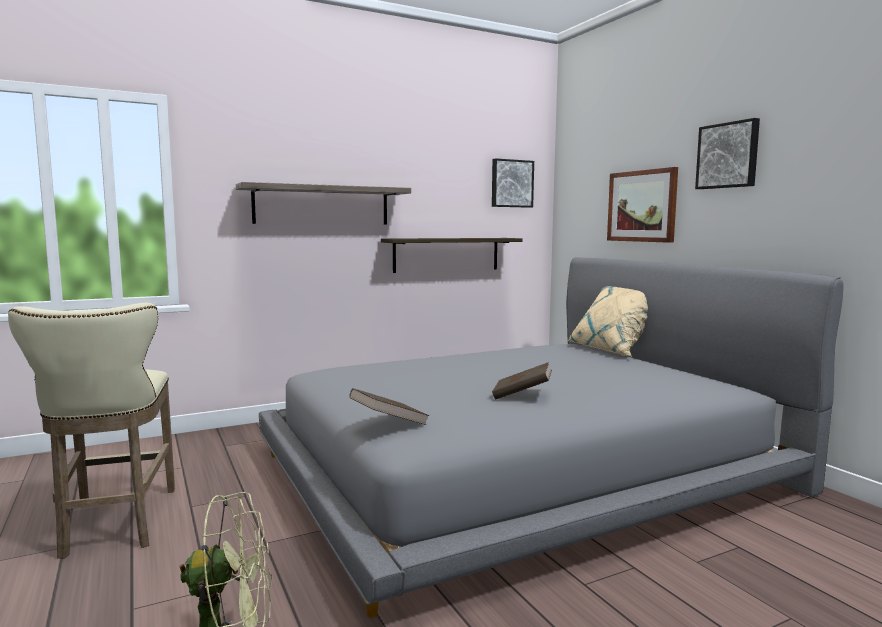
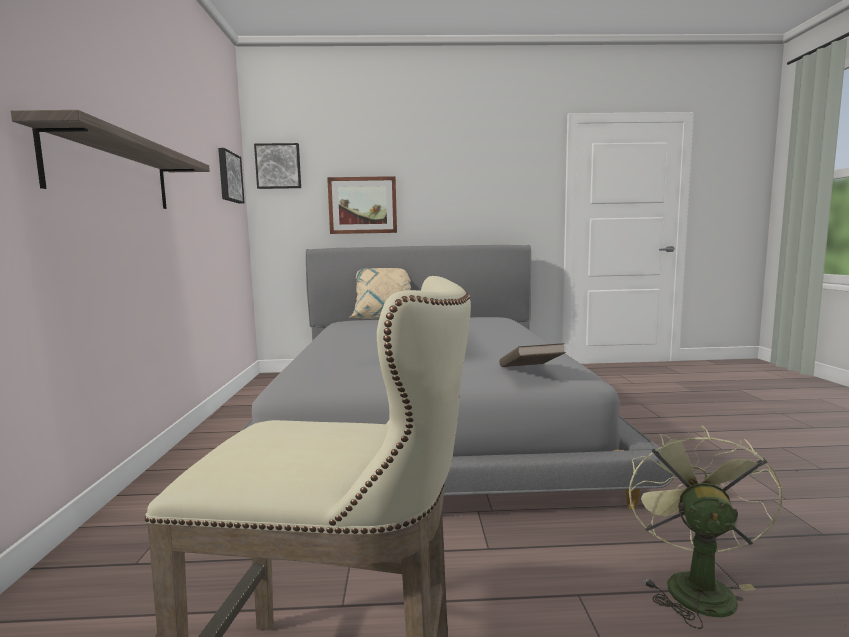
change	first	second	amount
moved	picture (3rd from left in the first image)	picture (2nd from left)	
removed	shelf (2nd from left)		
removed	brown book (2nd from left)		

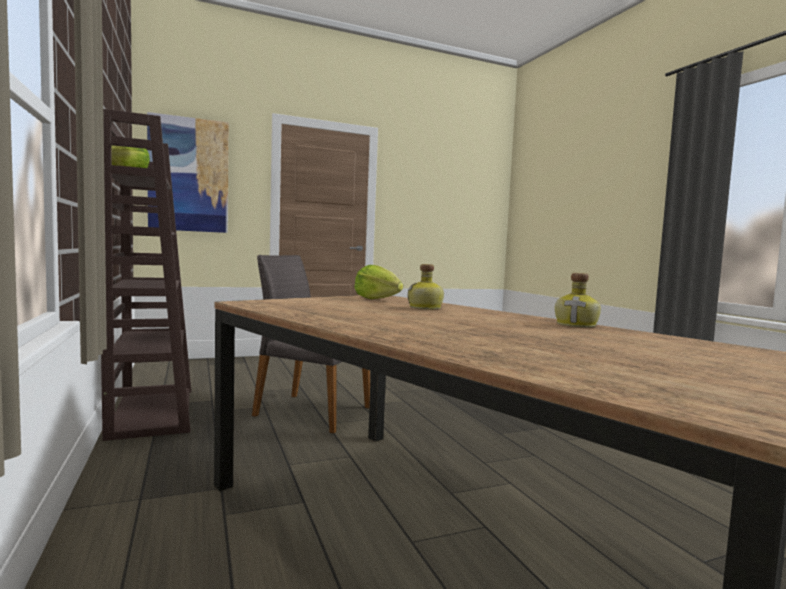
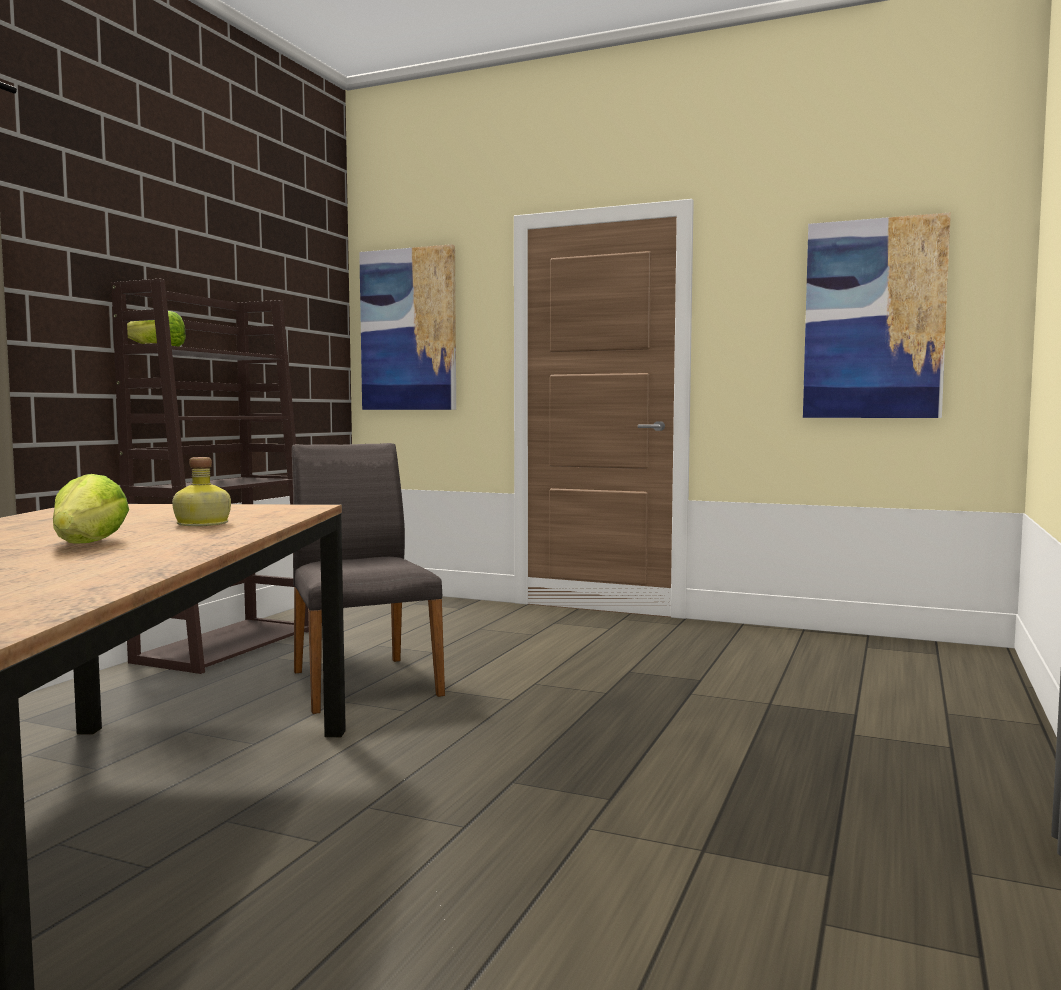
change	first	second	amount
moved	lettuce (2nd from left in the first image)	lettuce (1st from left)	
added		picture (2nd from left)	
removed	bottle (2nd from left)		

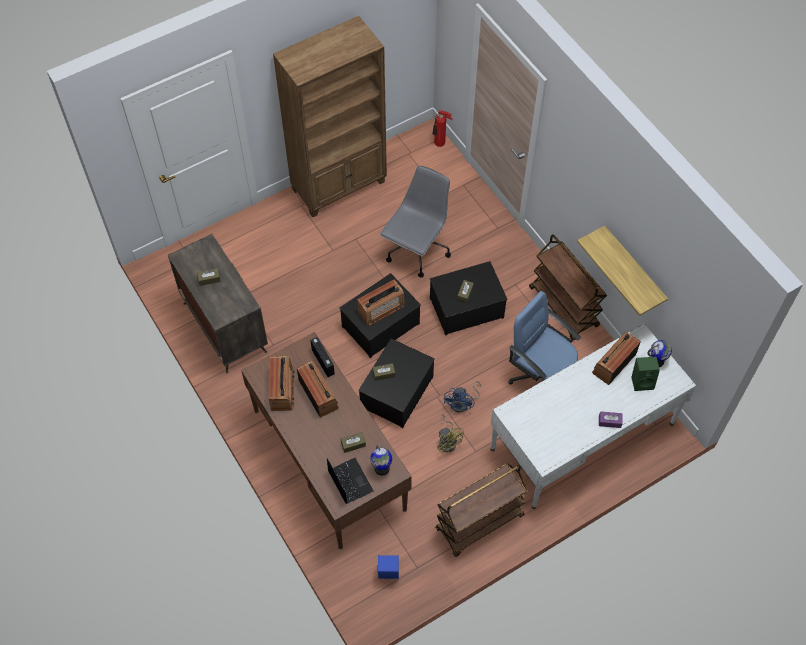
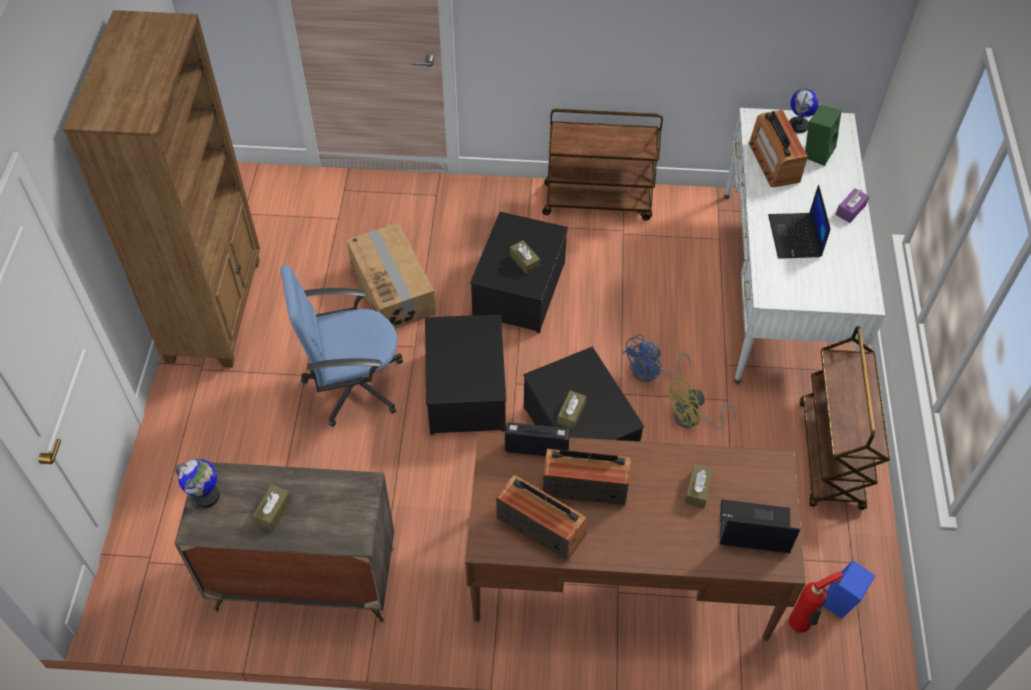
change	first	second	amount
moved	globe (1st from left)		
moved	blue office chair		
replaced	grey office chair	cardboard box	
turned	blue fan		90 degrees clockwise
turned	yellow fan		150 degrees clockwise
added		laptop (2nd from left)	
moved	fire extinguisher		
removed	radio (4th from left)		
removed	shelf		

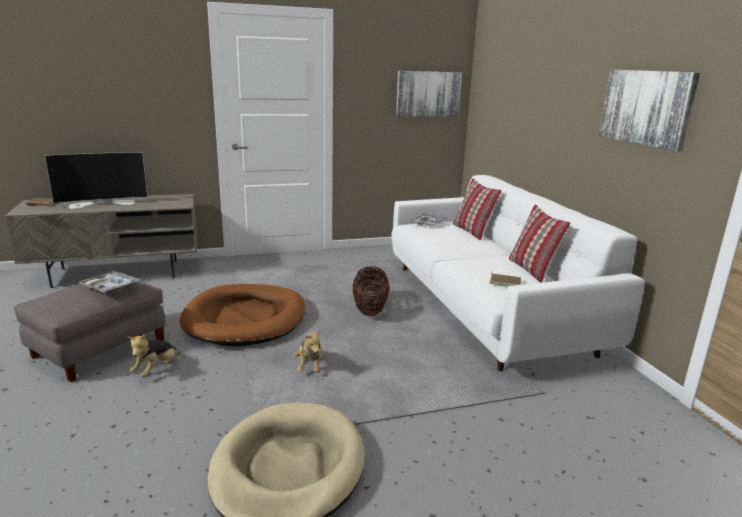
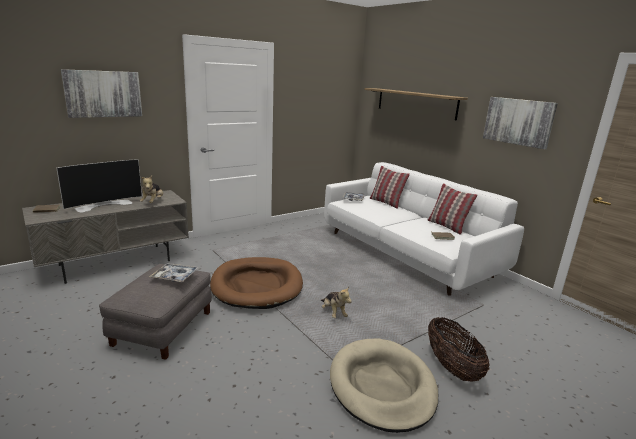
change	first	second	amount
moved	picture (1st from left)		
moved	plush toy (1st from left)		
added		shelf	
moved	basket		

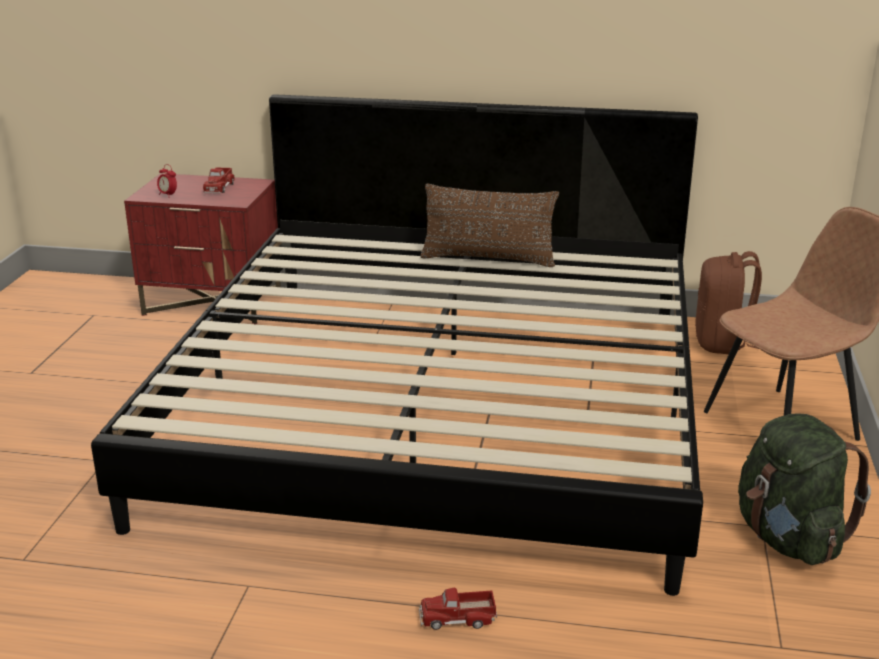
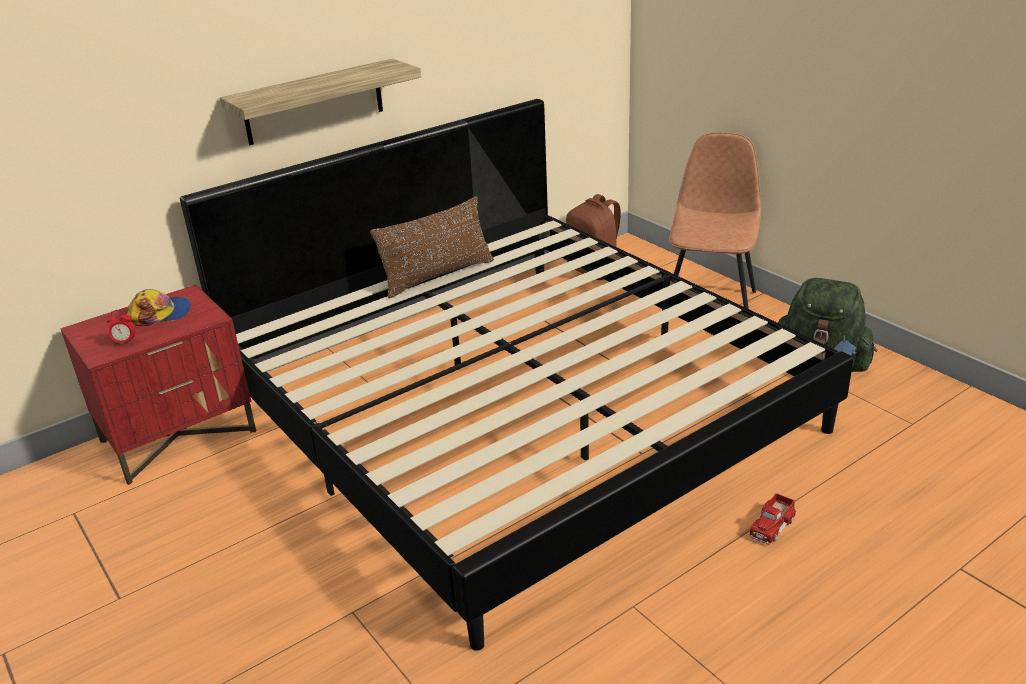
change	first	second	amount
replaced	toy truck (1st from left)	cap	
added		shelf	

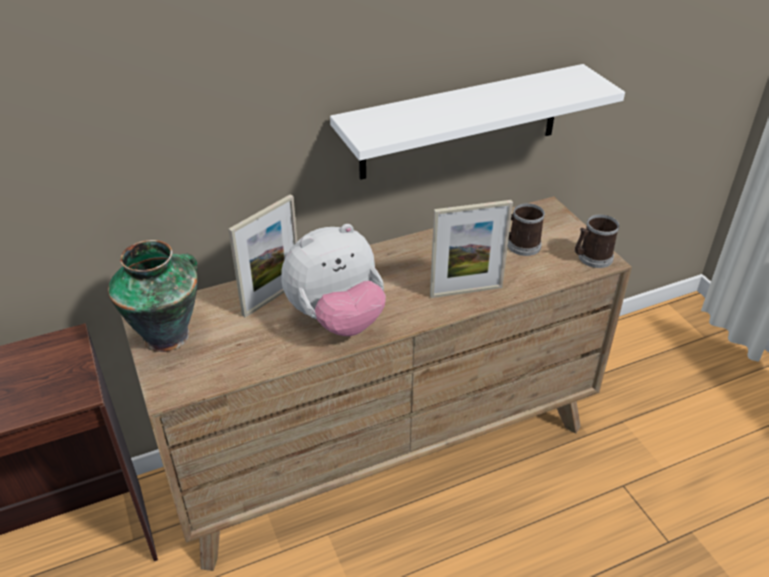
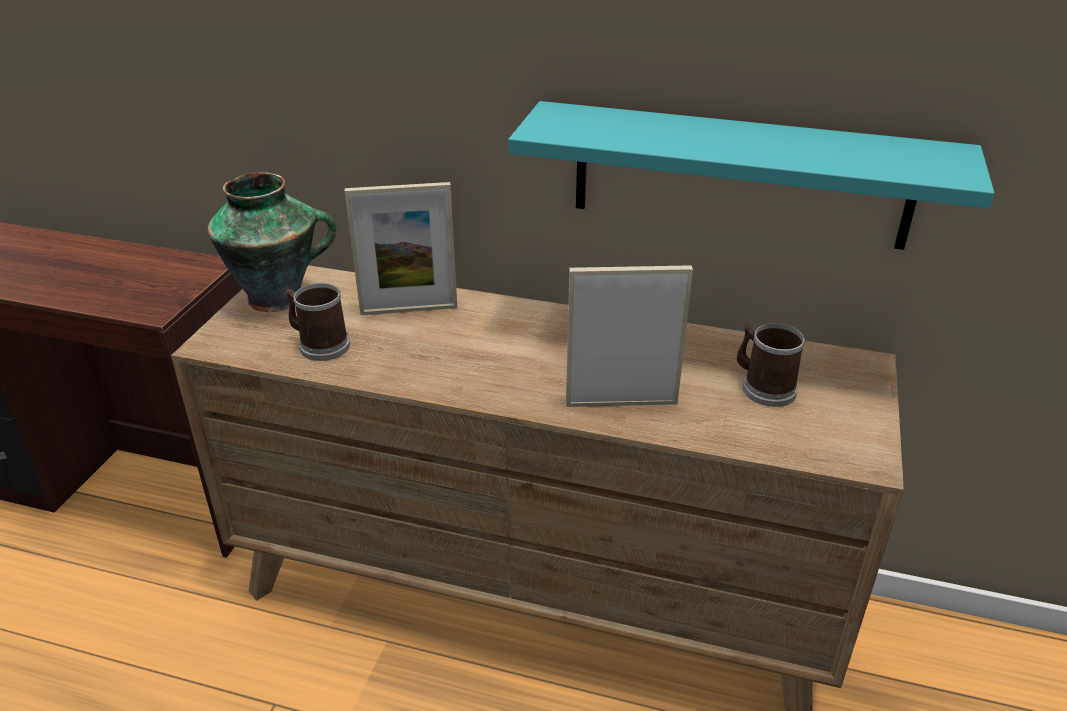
change	first	second	amount
moved	mug (2nd from left in the first image)	mug (1st from left)	
recoloured	white shelf	turquoise shelf	
turned	picture frame (2nd from left)		150 degrees clockwise
removed	plush toy		

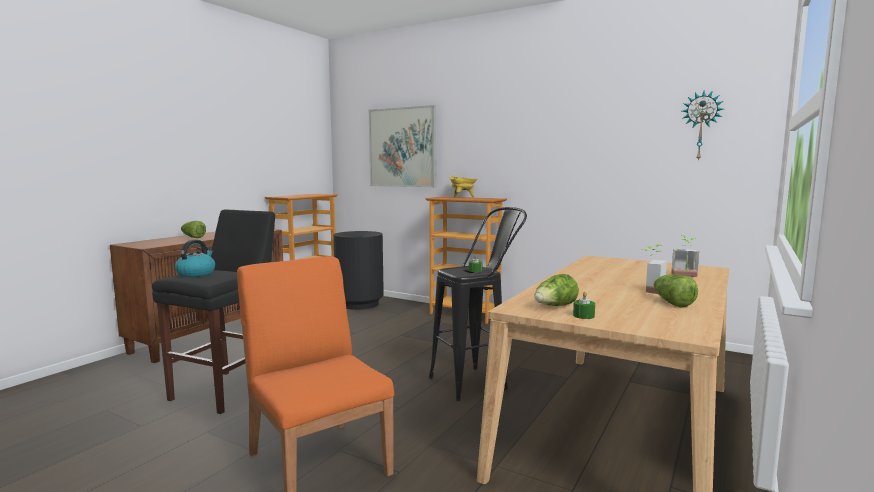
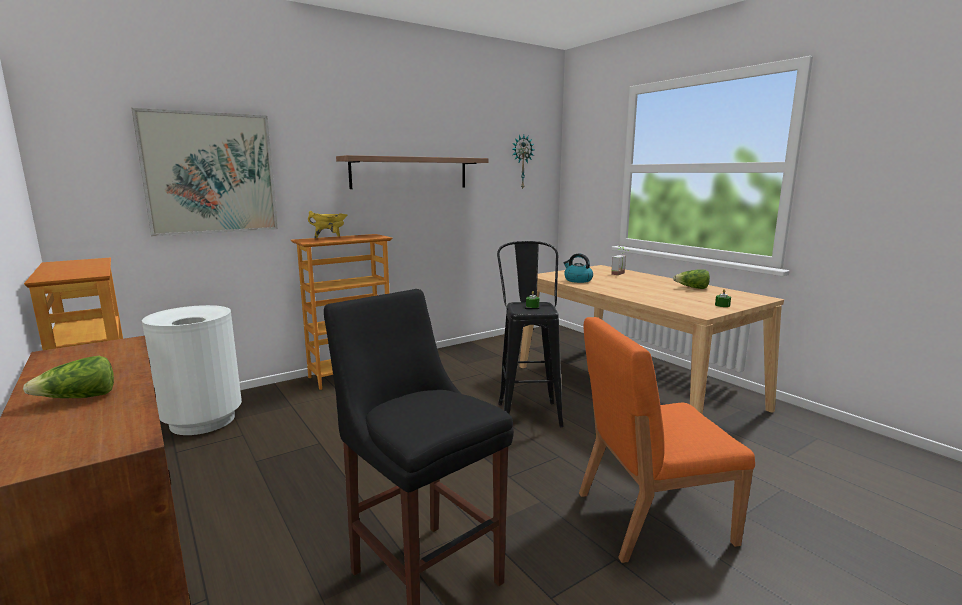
change	first	second	amount
recoloured	black trash can	white trash can	
added		shelf	
moved	kettle		
removed	lettuce (2nd from left)		
removed	potted plant (1st from left)		

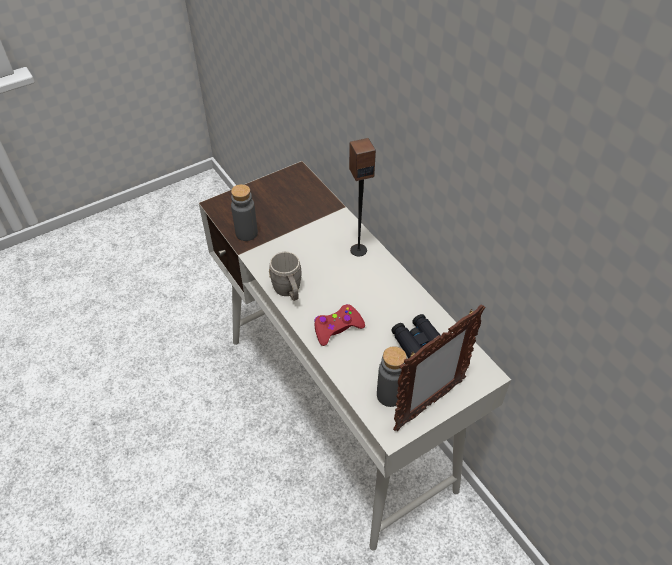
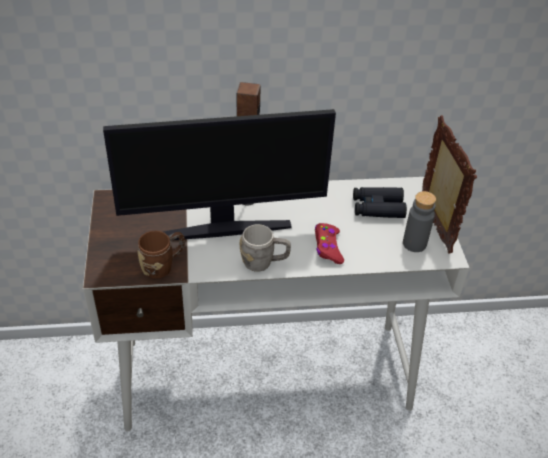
change	first	second	amount
added		monitor	
replaced	grey bottle (1st from left)	brown mug	

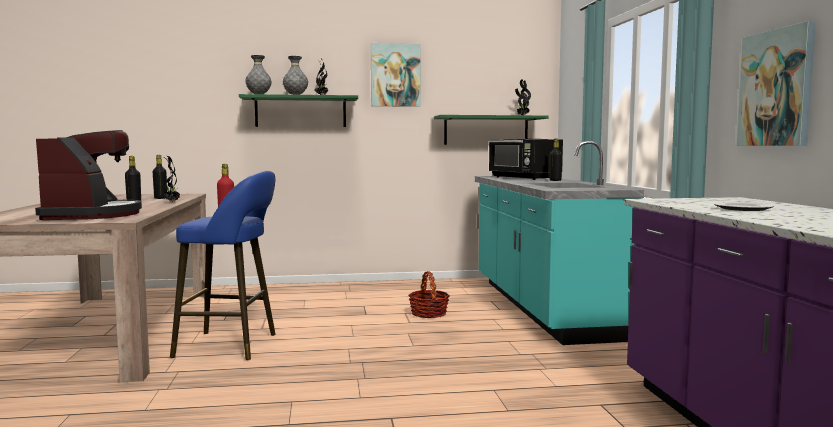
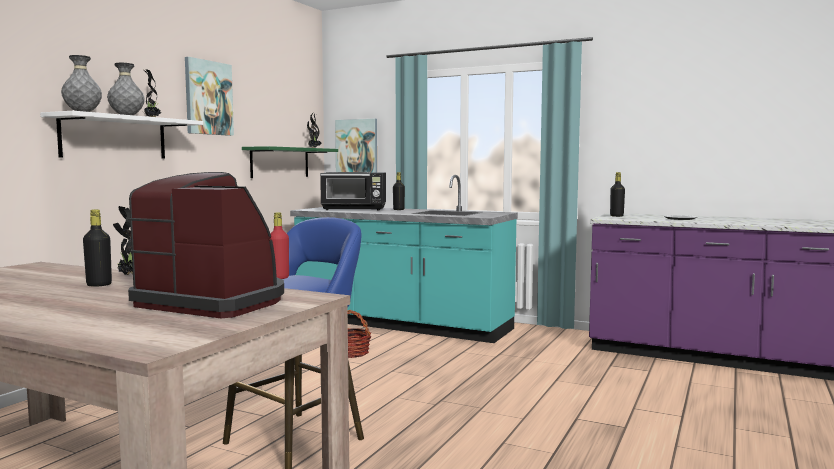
change	first	second	amount
recoloured	green shelf (1st from left)	white shelf	
moved	picture (2nd from left)		
moved	black bottle (2nd from left in the first image)	black bottle (3rd from left)	

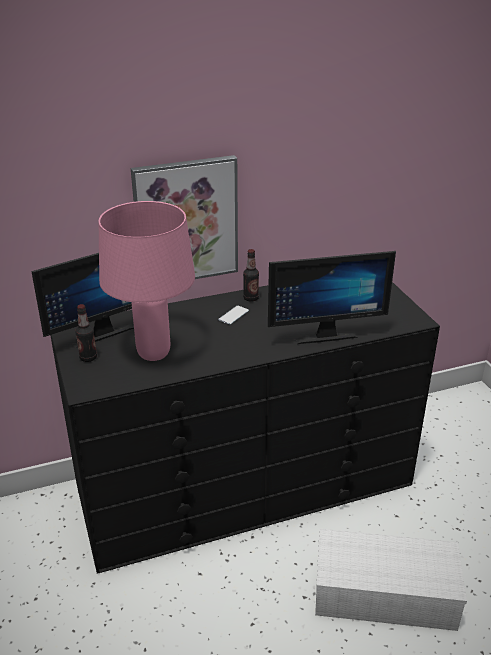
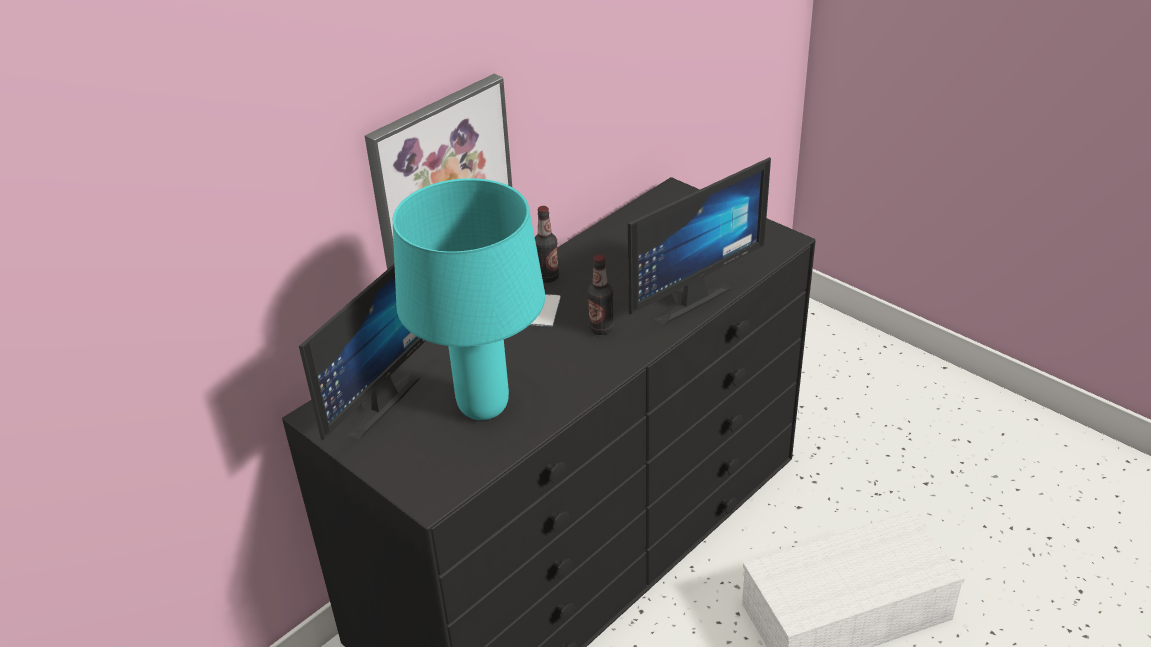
change	first	second	amount
recoloured	pink table lamp	turquoise table lamp	
moved	bottle (1st from left in the first image)	bottle (2nd from left)	

